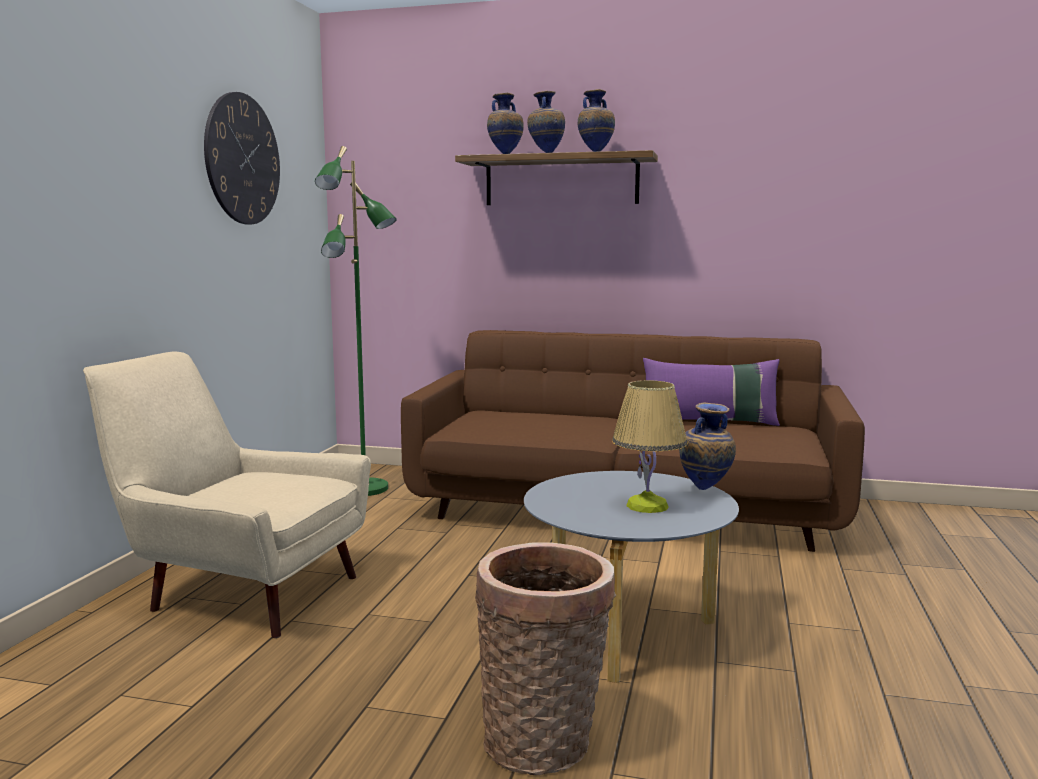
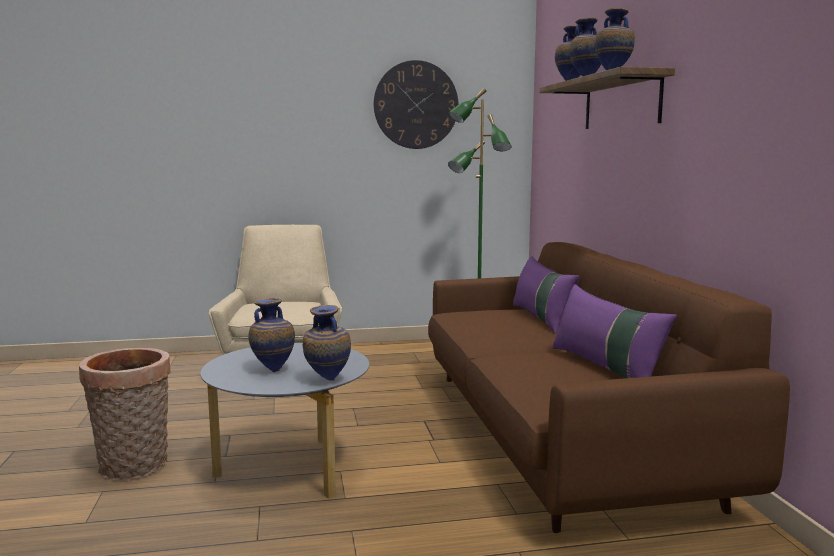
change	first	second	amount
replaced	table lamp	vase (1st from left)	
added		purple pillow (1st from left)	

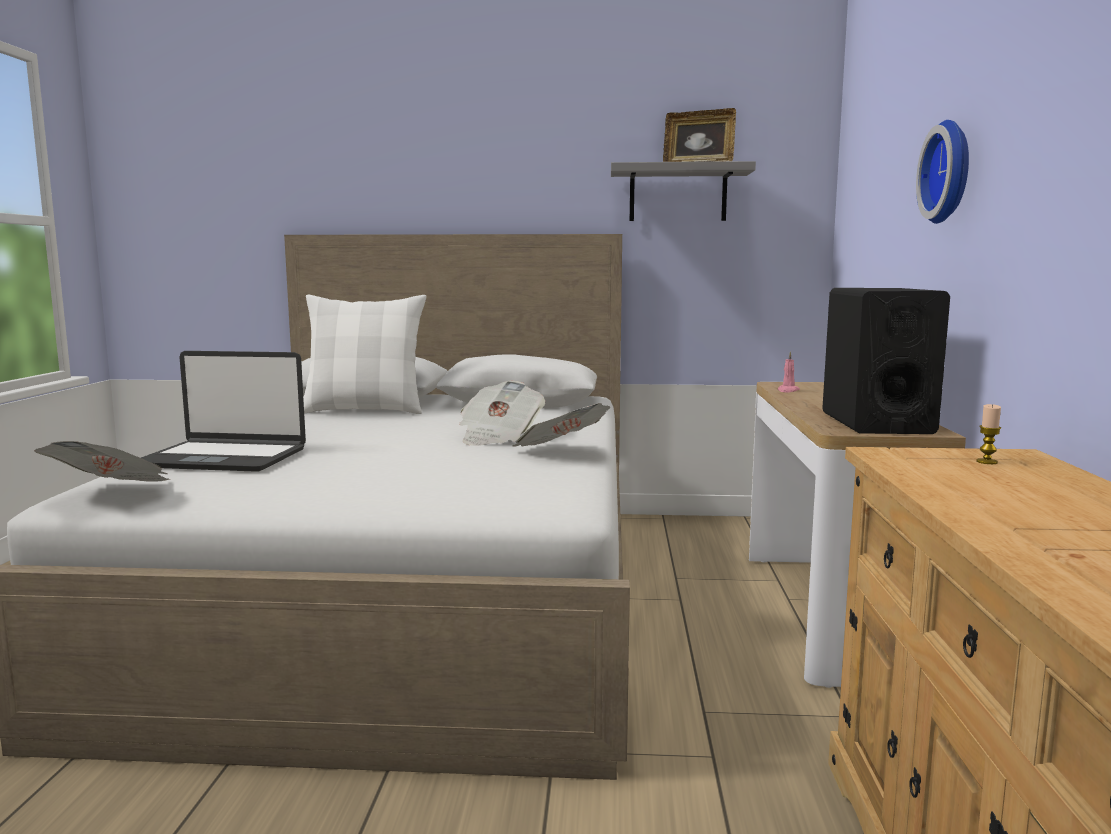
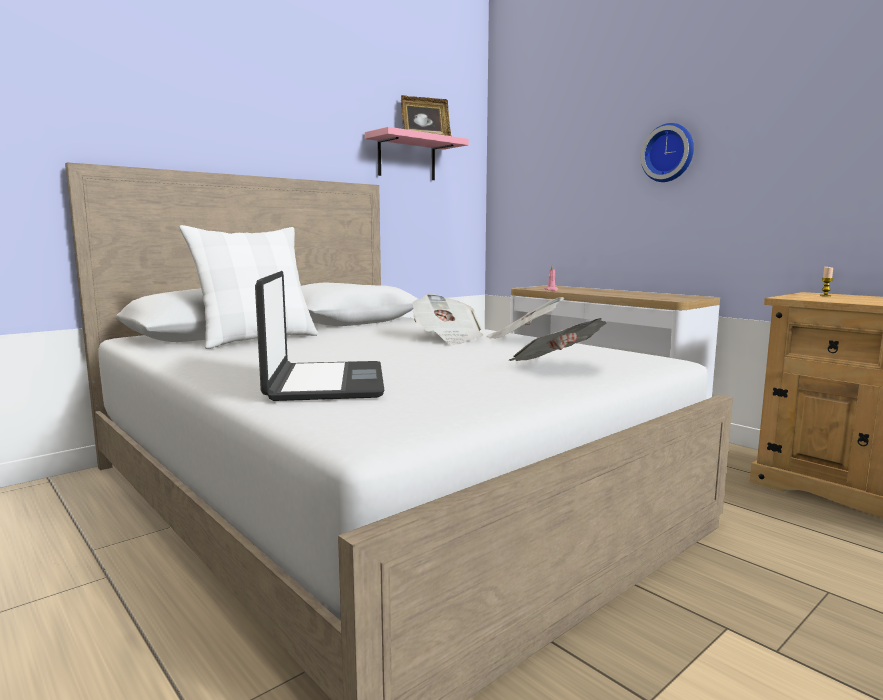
change	first	second	amount
turned	laptop		60 degrees counterclockwise
recoloured	grey shelf	pink shelf	
moved	newspaper (1st from left in the first image)	newspaper (3rd from left)	
removed	black speaker		

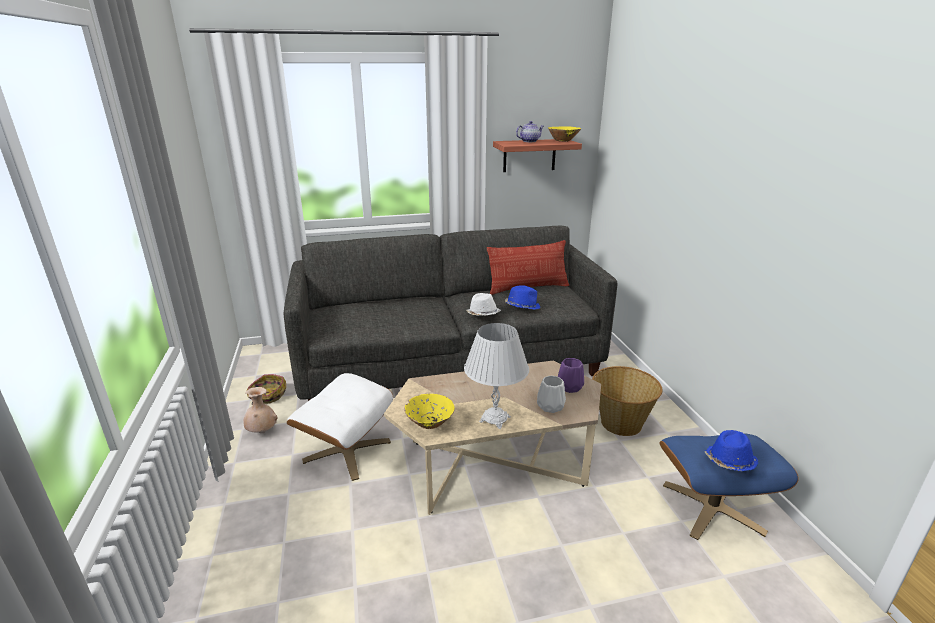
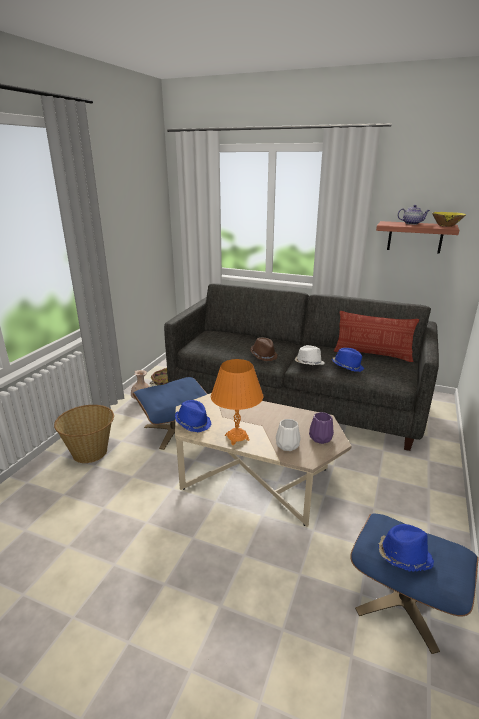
change	first	second	amount
moved	basket (2nd from left in the first image)	basket (1st from left)	
recoloured	white ottoman	blue ottoman (1st from left)	
replaced	yellow bowl (1st from left)	blue hat (1st from left)	
recoloured	white table lamp	orange table lamp	
added		brown hat	

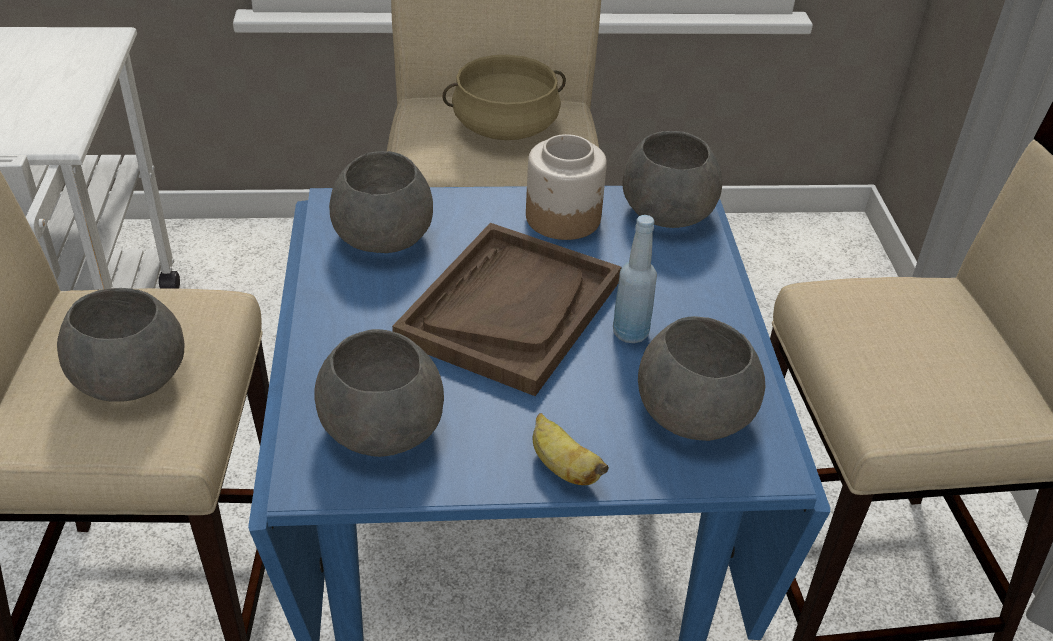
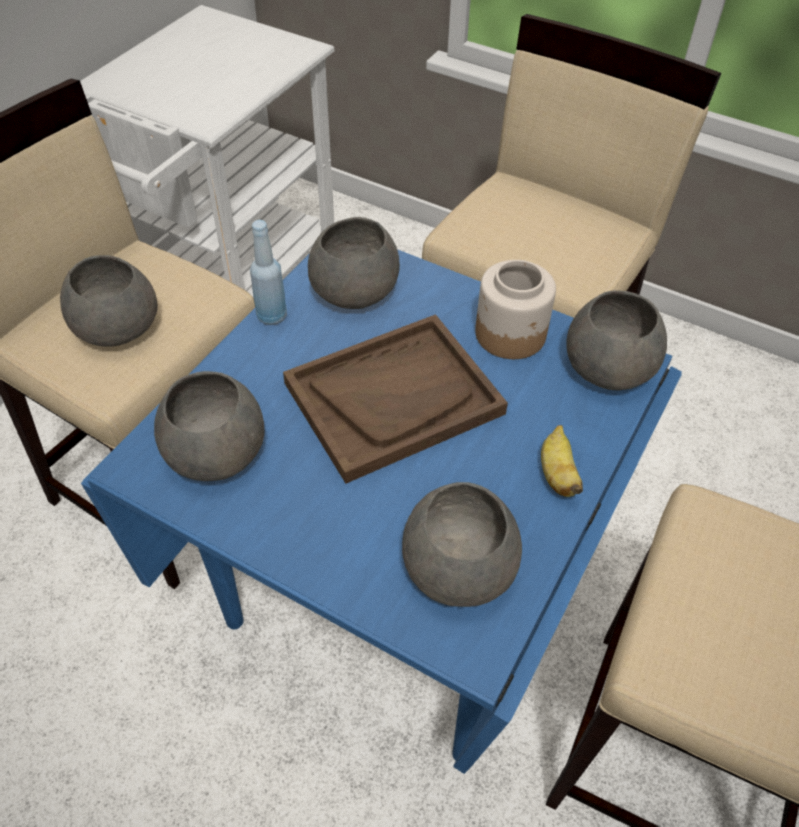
change	first	second	amount
moved	blue bottle		
moved	banana		
removed	beige cooking pot		

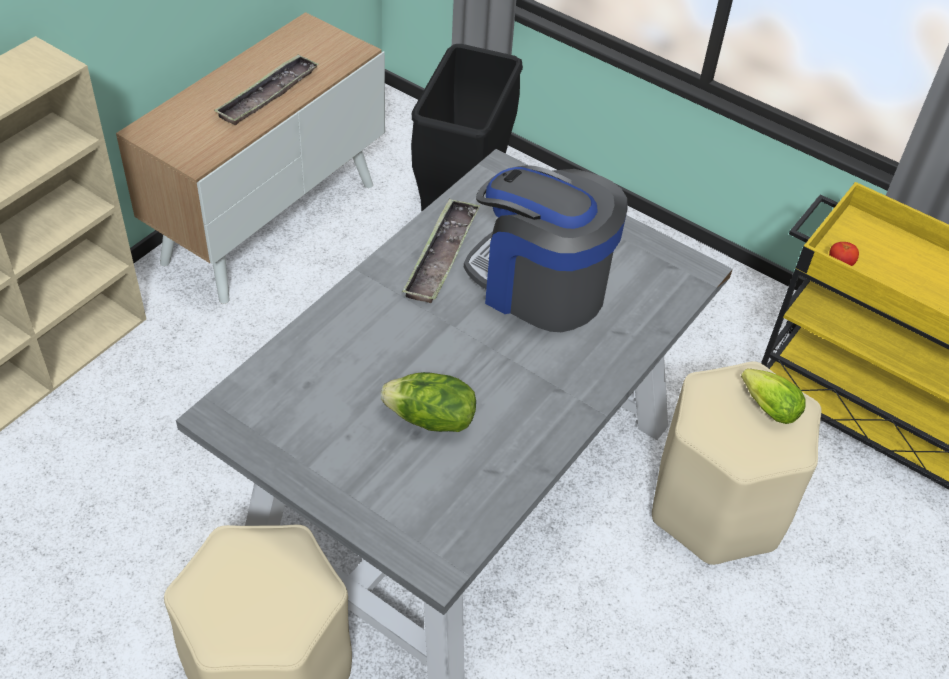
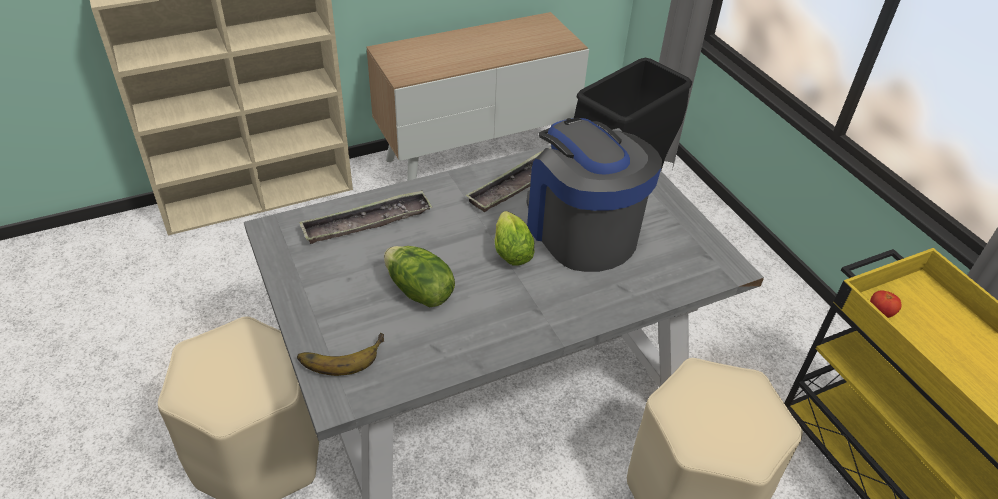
change	first	second	amount
added		banana	
moved	tray (1st from left)		
moved	lettuce (2nd from left)		

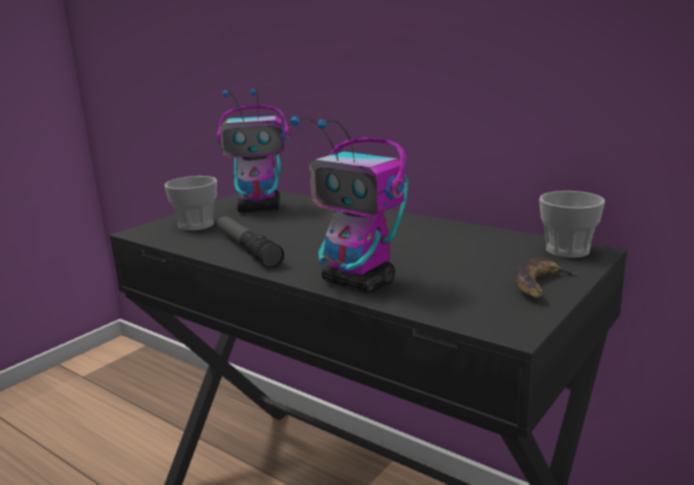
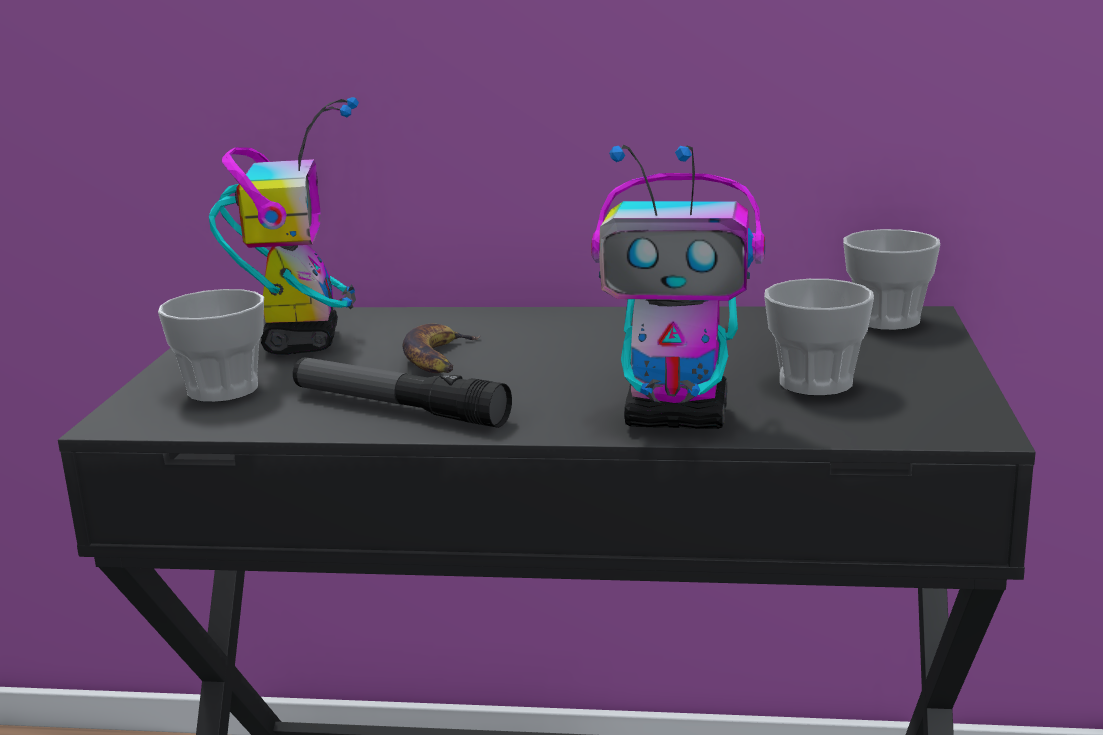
change	first	second	amount
turned	toy robot (1st from left)		60 degrees counterclockwise
moved	banana		
added		cup (2nd from left)	

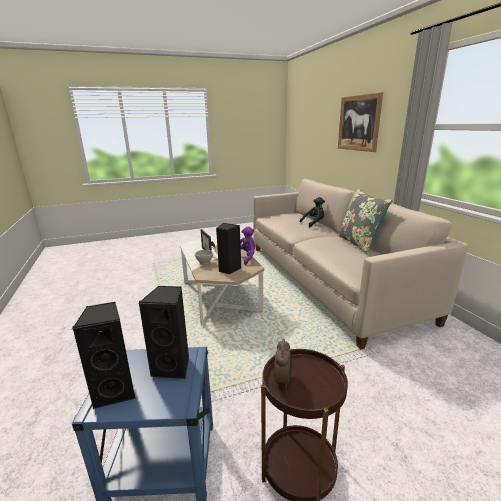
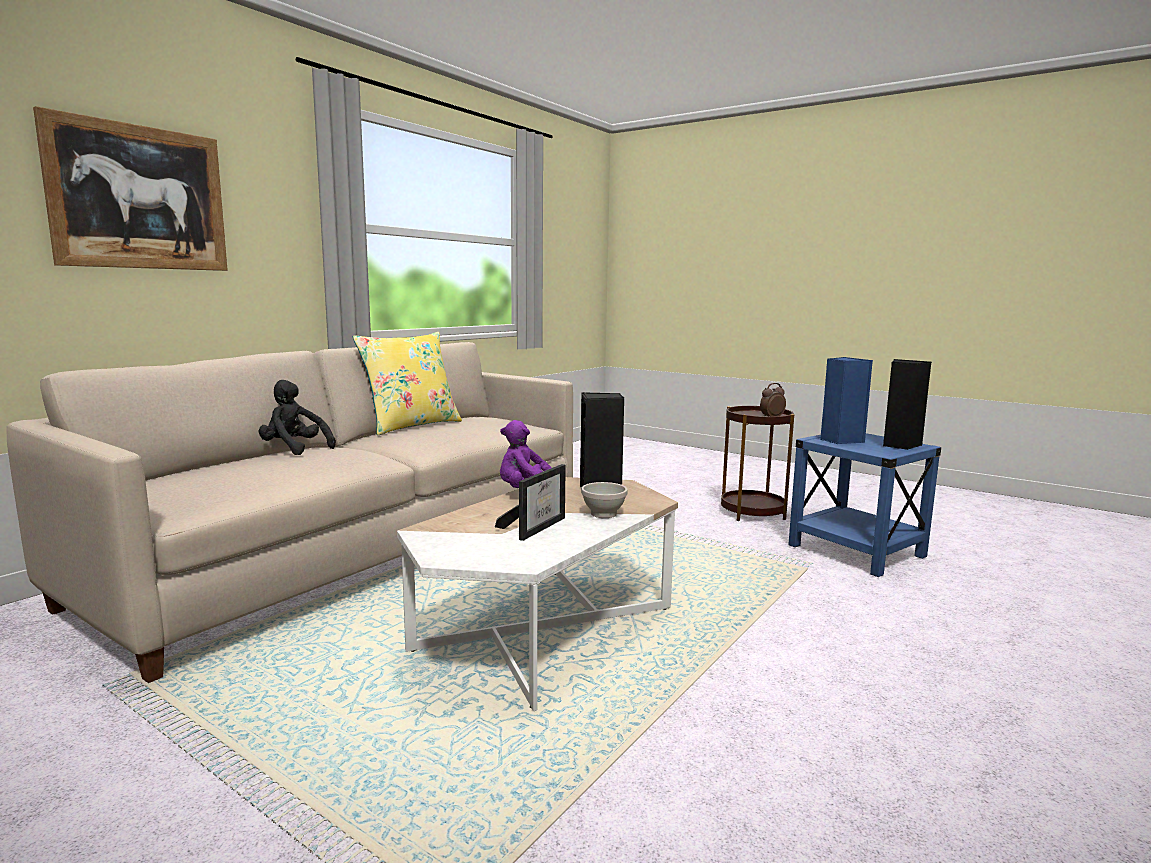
change	first	second	amount
recoloured	grey pillow	yellow pillow	
recoloured	black speaker (2nd from left)	blue speaker	

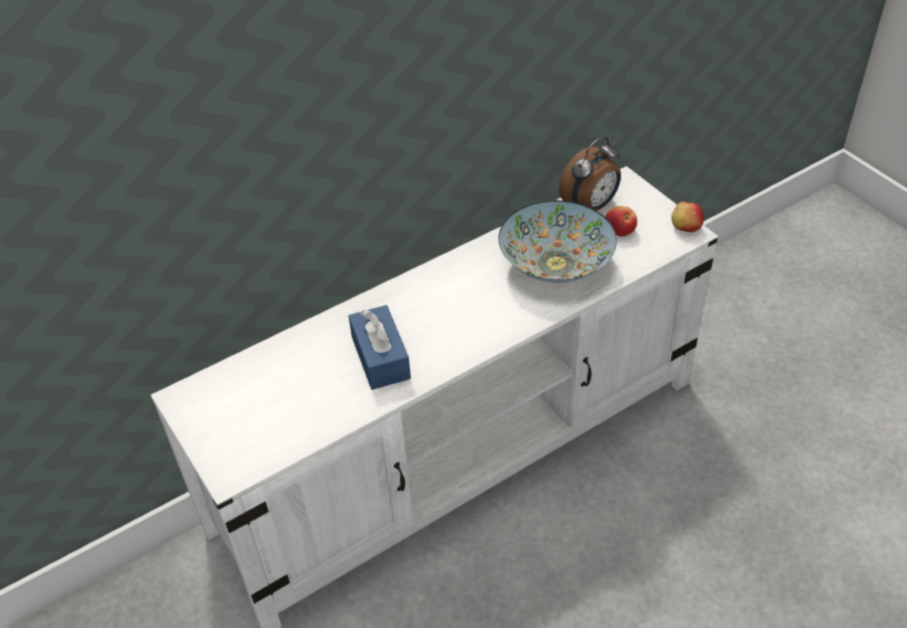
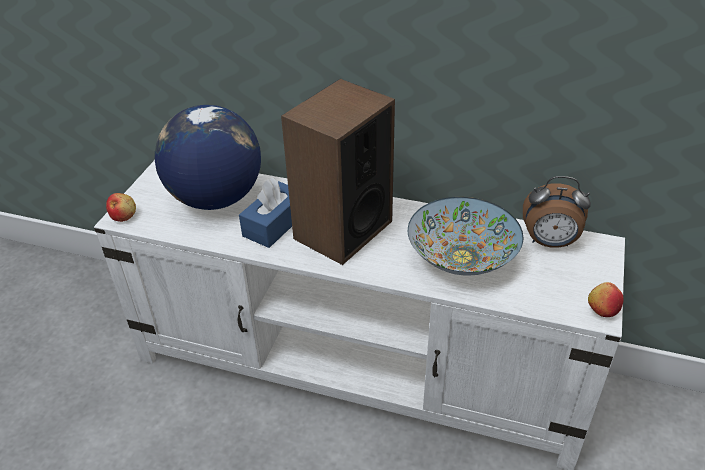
change	first	second	amount
moved	apple (1st from left)		
added		globe	
added		speaker	

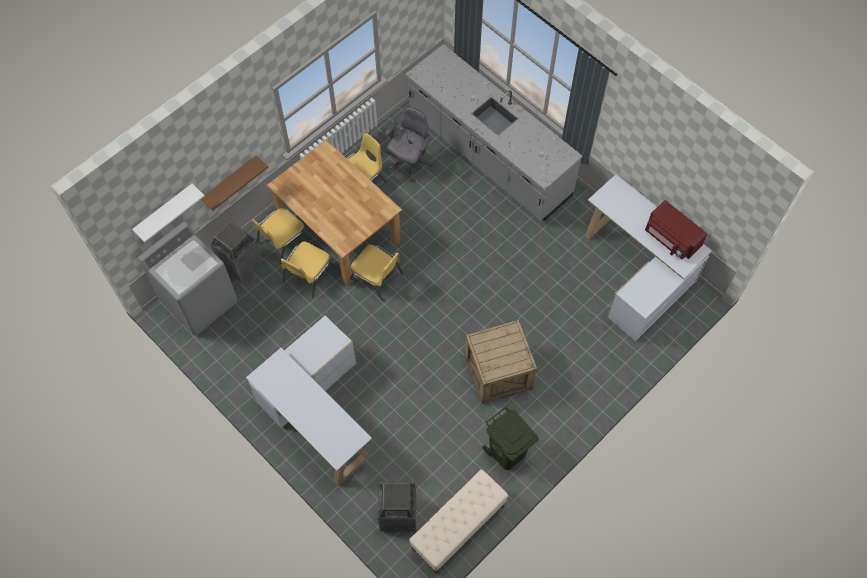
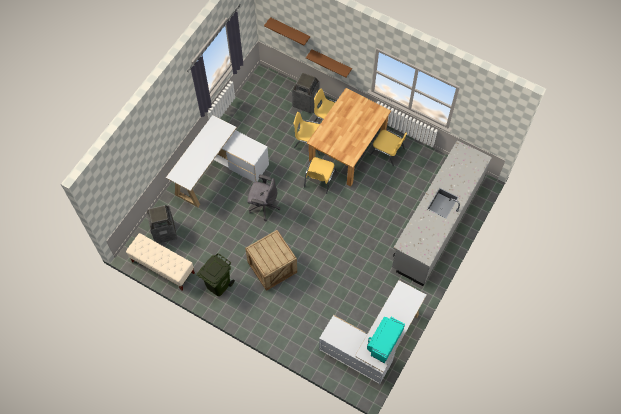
change	first	second	amount
moved	grey office chair		
recoloured	white shelf	brown shelf (1st from left)	
recoloured	red microwave	turquoise microwave	
removed	grey washing machine		

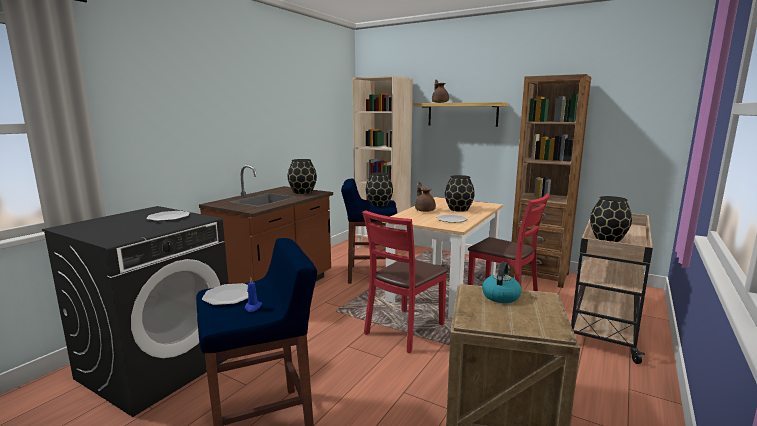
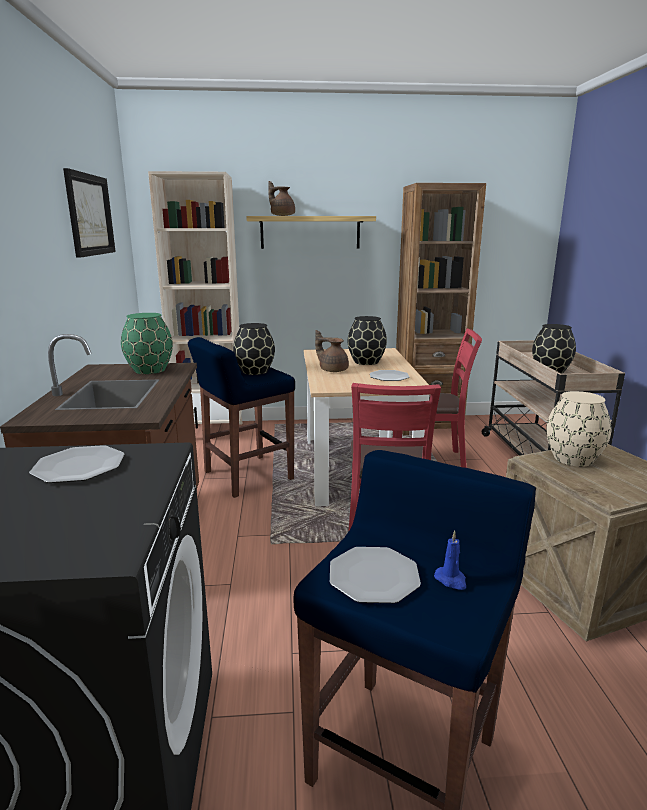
change	first	second	amount
added		picture	
recoloured	black vase (1st from left)	green vase	
replaced	kettle	beige vase	

